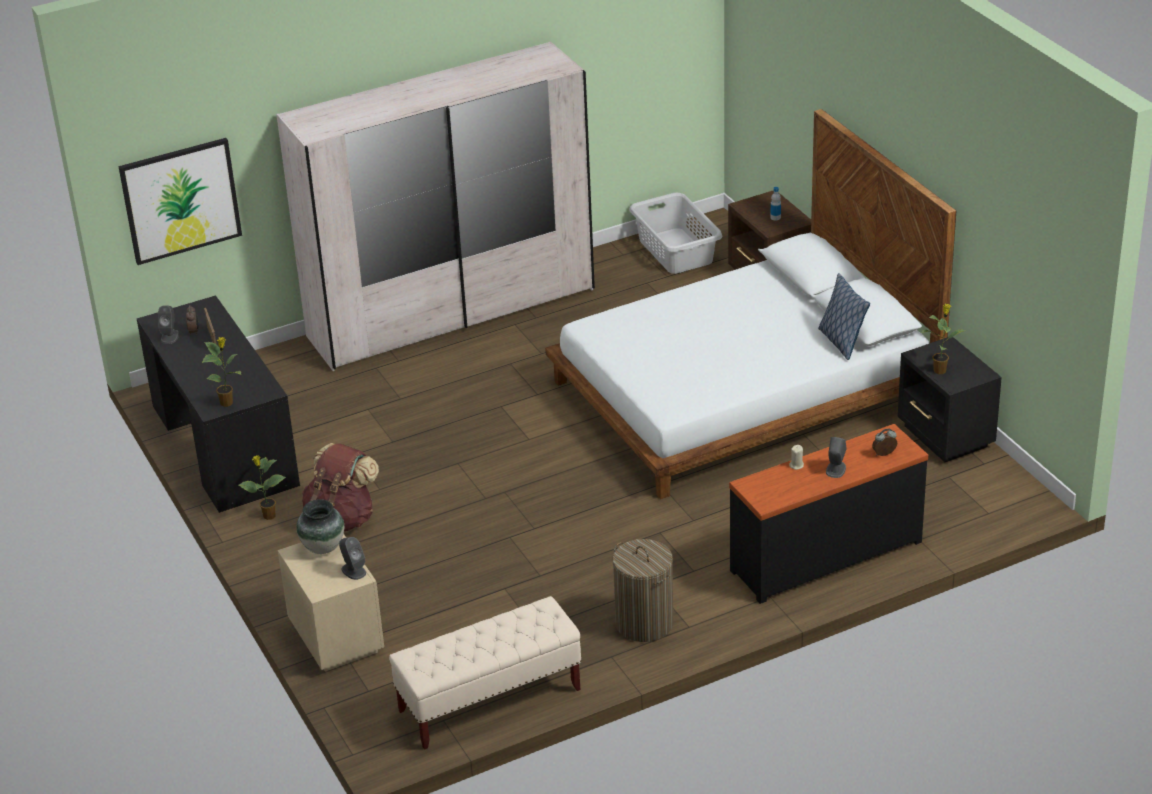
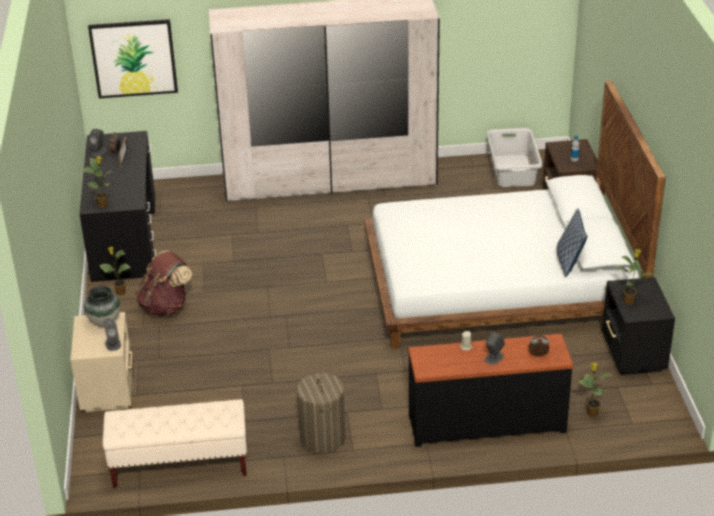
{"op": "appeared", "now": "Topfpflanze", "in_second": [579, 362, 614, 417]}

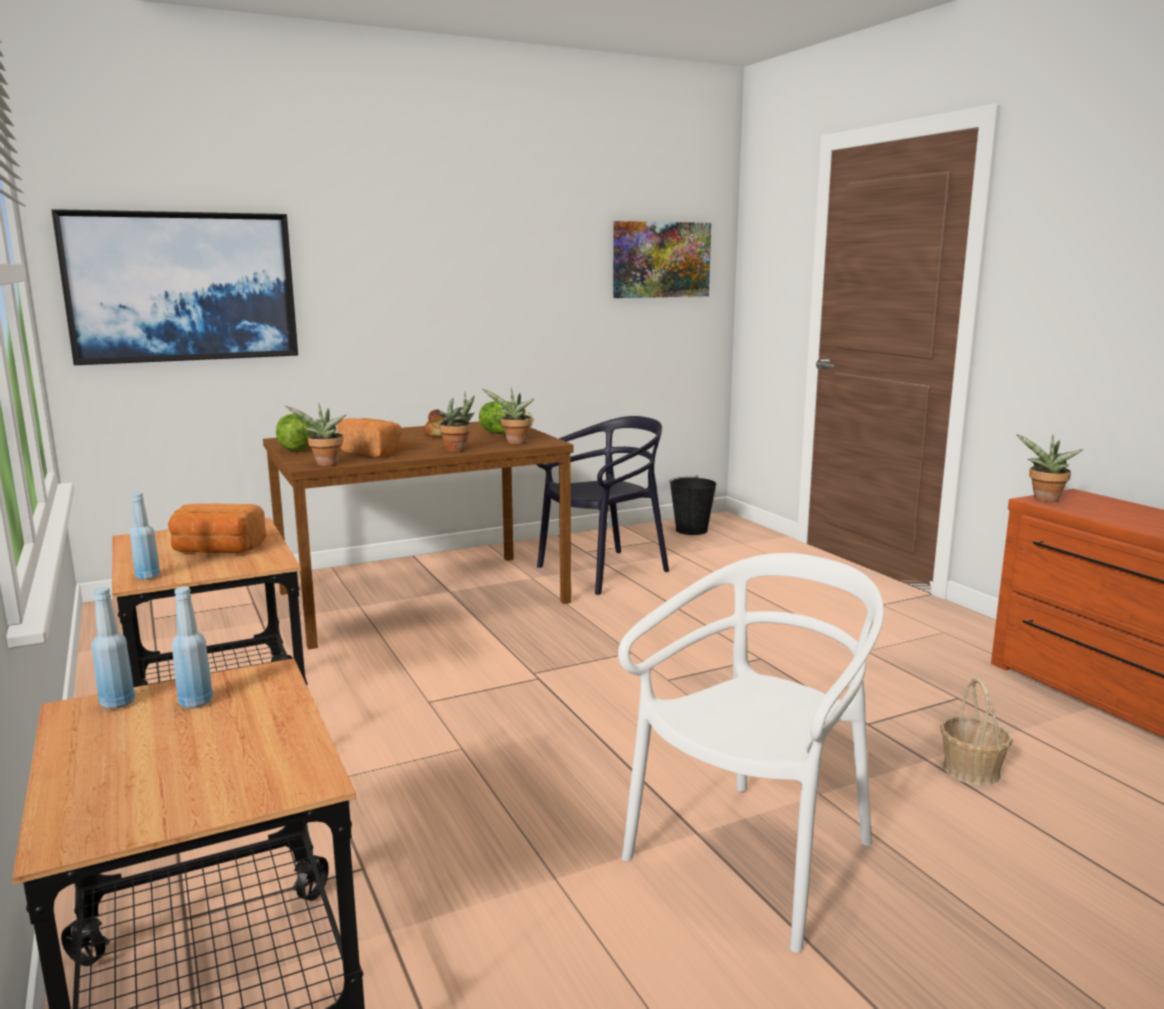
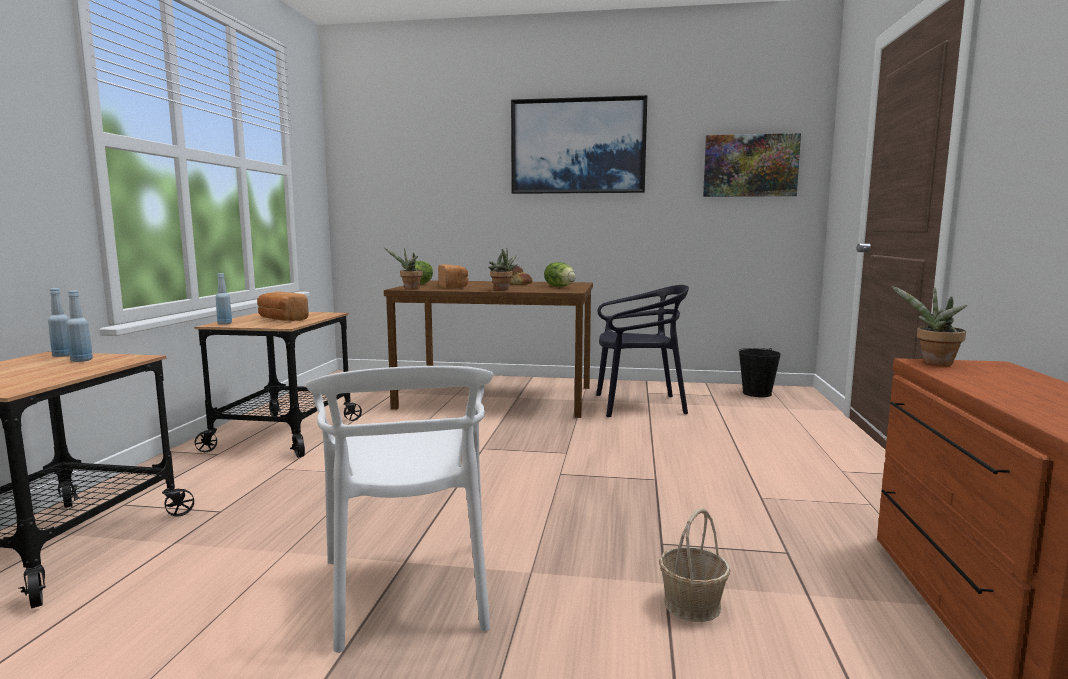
{"op": "spun", "was": "Stuhl [weiß]", "in_first": [618, 553, 884, 953], "in_second": [305, 366, 494, 653], "clockwise": 90}
{"op": "relocated", "was": "Bild", "in_first": [51, 209, 298, 365], "in_second": [511, 95, 647, 194]}
{"op": "missing", "was": "Topfpflanze", "in_first": [482, 388, 534, 444]}

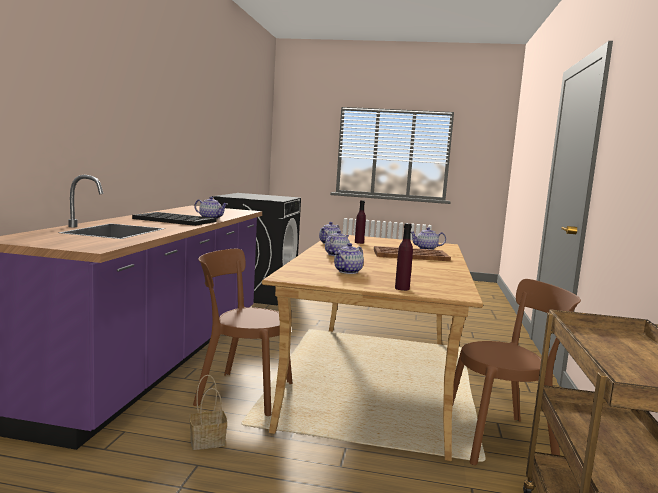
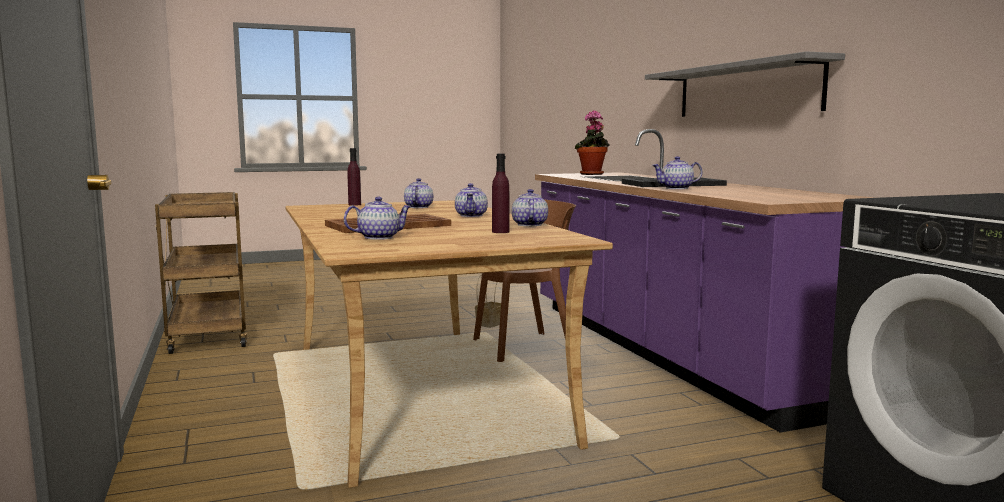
{"op": "appeared", "now": "Topfpflanze", "in_second": [575, 110, 610, 175]}
{"op": "appeared", "now": "Wandregal [grau]", "in_second": [645, 51, 845, 117]}
{"op": "missing", "was": "Stuhl [braun]", "in_first": [452, 279, 581, 465]}

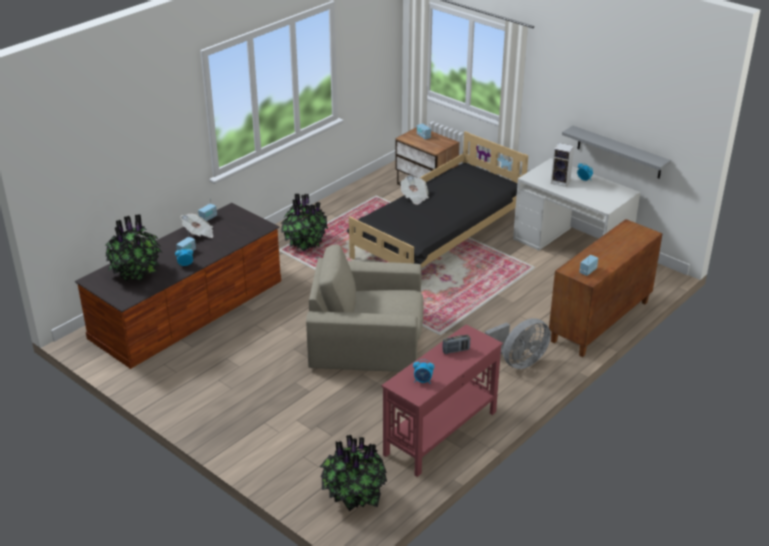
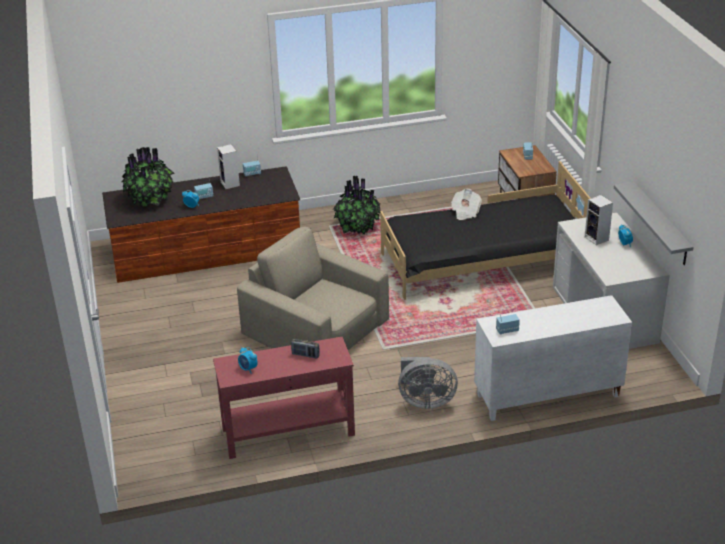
{"op": "exchanged", "was": "Zeitung", "now": "Lautsprecher", "in_first": [180, 214, 213, 238], "in_second": [217, 144, 240, 189]}
{"op": "colour", "was": "Schrank [braun]", "now": "Schrank [weiß]", "in_first": [549, 219, 662, 357], "in_second": [474, 295, 632, 421]}
{"op": "missing", "was": "Topfpflanze", "in_first": [320, 435, 387, 512]}

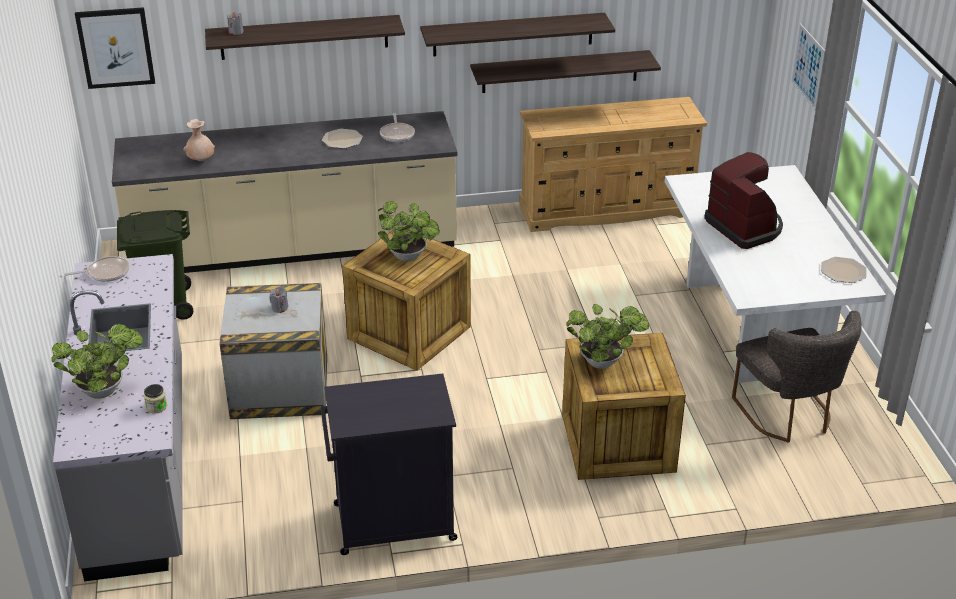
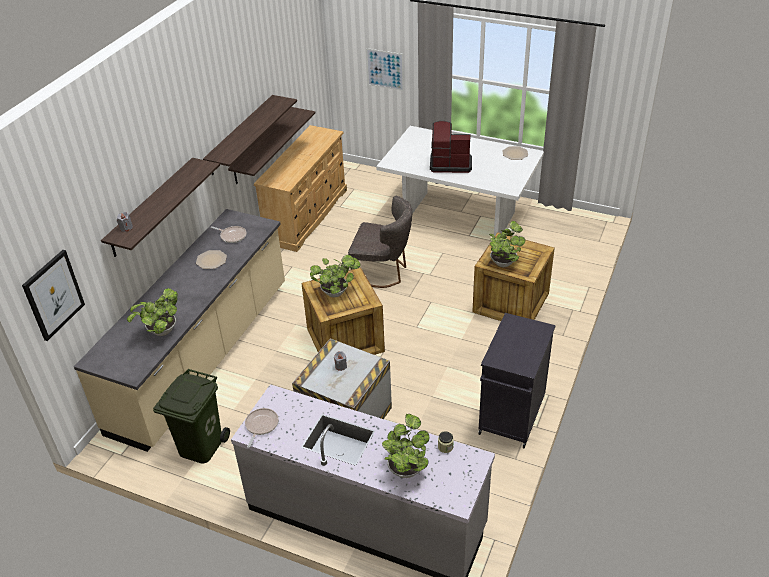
{"op": "exchanged", "was": "Vase [beige]", "now": "Topfpflanze", "in_first": [183, 119, 215, 161], "in_second": [127, 288, 178, 336]}
{"op": "relocated", "was": "Stuhl [grau]", "in_first": [732, 311, 862, 443], "in_second": [348, 196, 412, 288]}

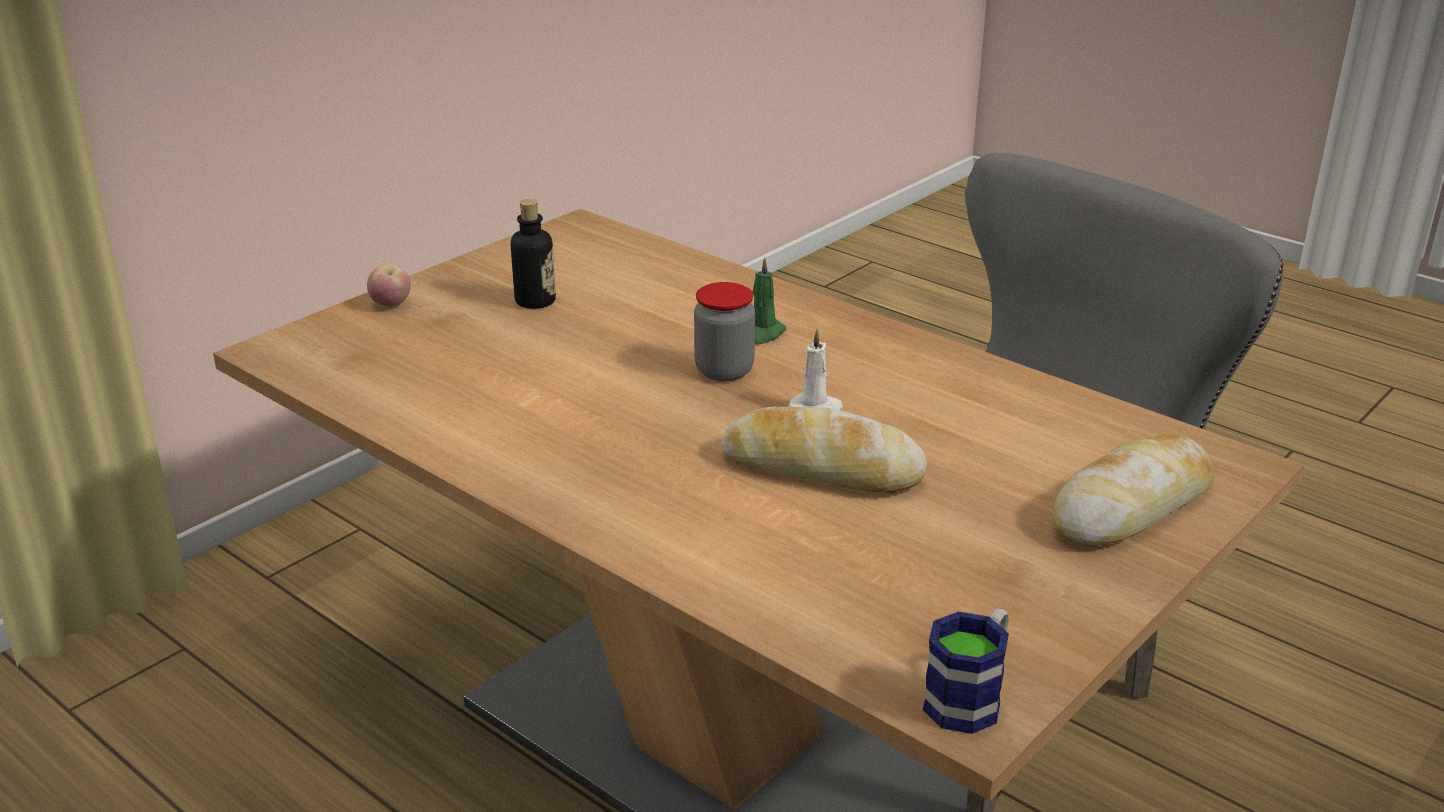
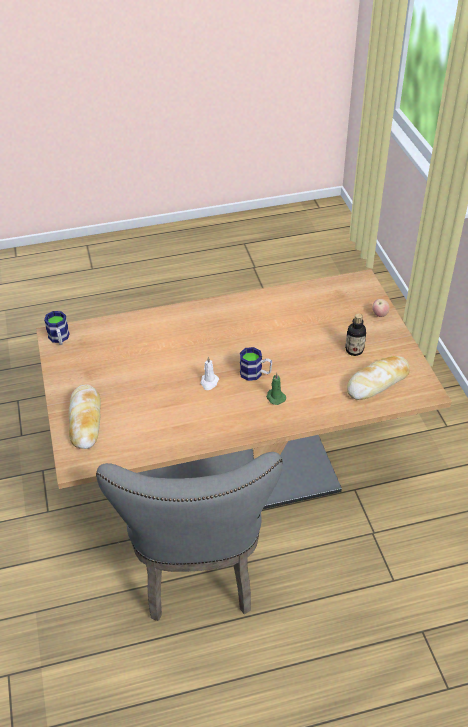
{"op": "exchanged", "was": "Vorratsglas", "now": "Henkelbecher", "in_first": [694, 282, 755, 381], "in_second": [240, 347, 272, 381]}
{"op": "relocated", "was": "Brot", "in_first": [721, 407, 927, 493], "in_second": [347, 356, 410, 400]}

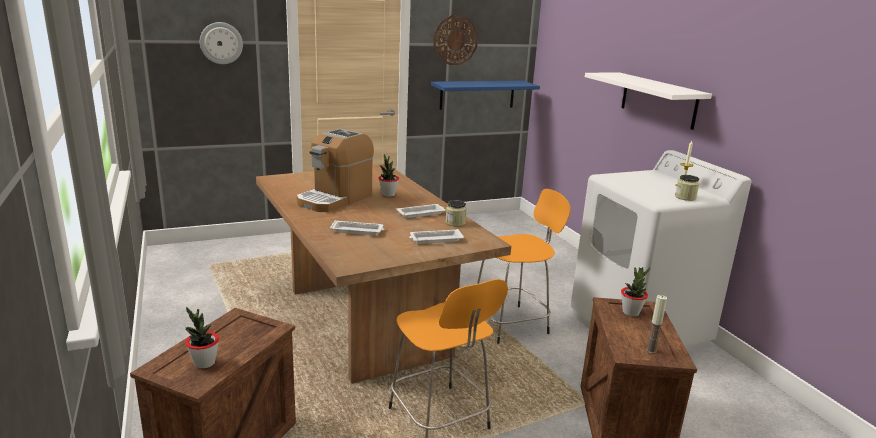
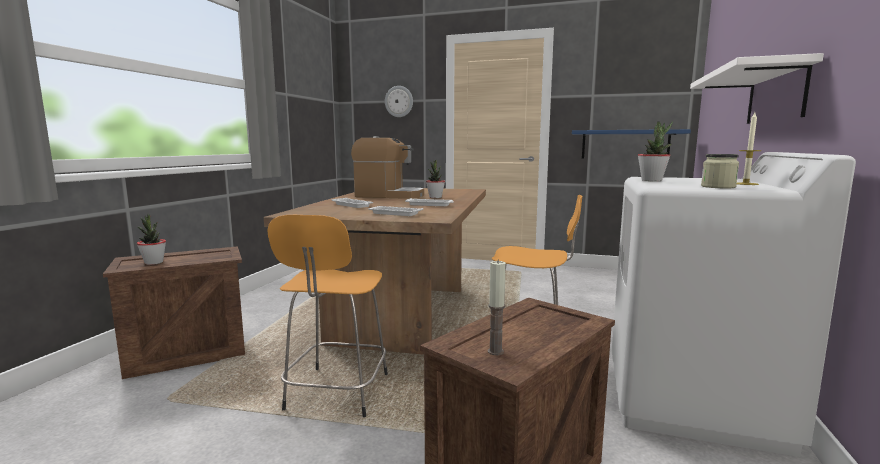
{"op": "spun", "was": "Kaffeemaschine", "in_first": [297, 129, 374, 212], "in_second": [351, 136, 424, 199], "clockwise": -150}
{"op": "relocated", "was": "Topfpflanze", "in_first": [621, 267, 650, 317], "in_second": [638, 121, 673, 181]}
{"op": "missing", "was": "Wanduhr", "in_first": [433, 15, 478, 65]}
{"op": "missing", "was": "Vorratsglas", "in_first": [446, 200, 467, 226]}

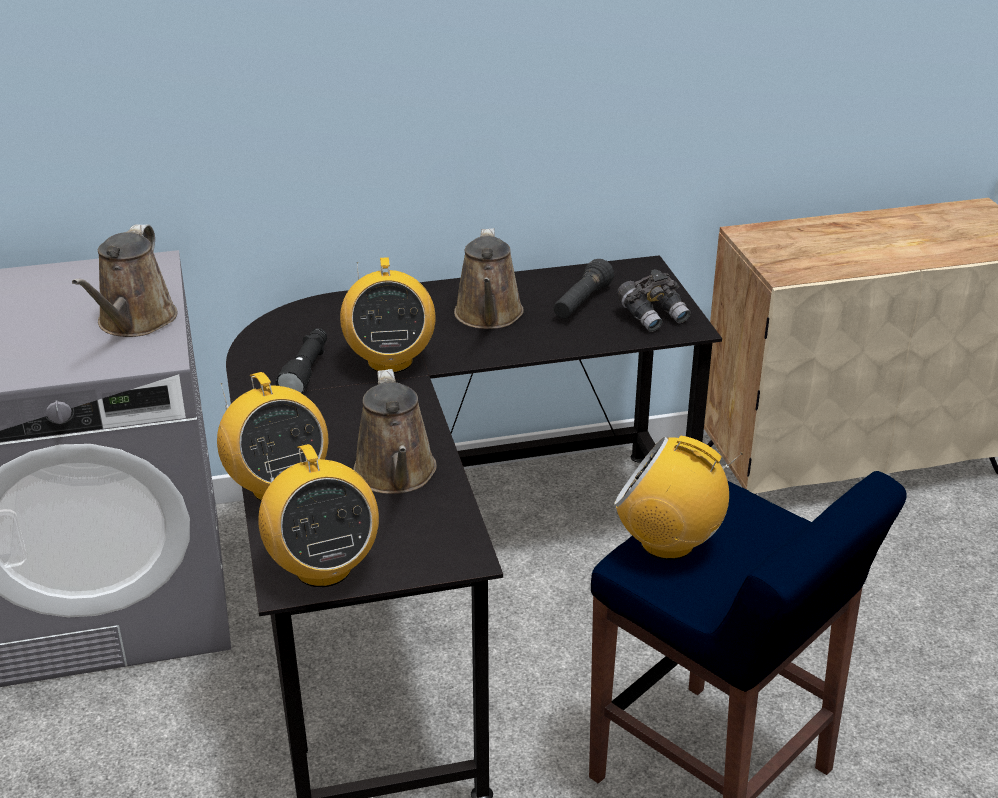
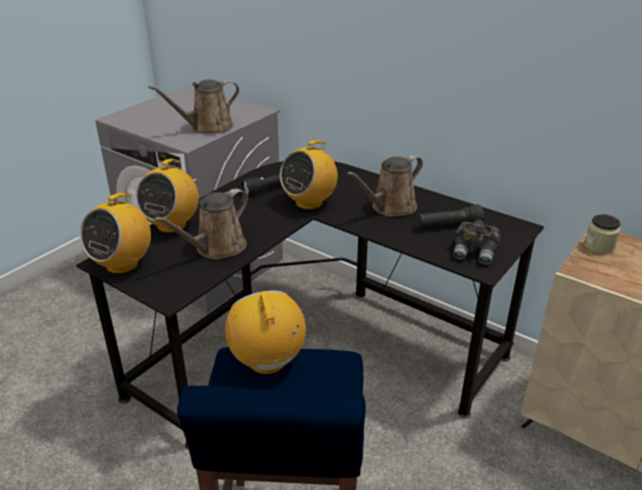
{"op": "appeared", "now": "Vorratsglas", "in_second": [584, 214, 620, 254]}

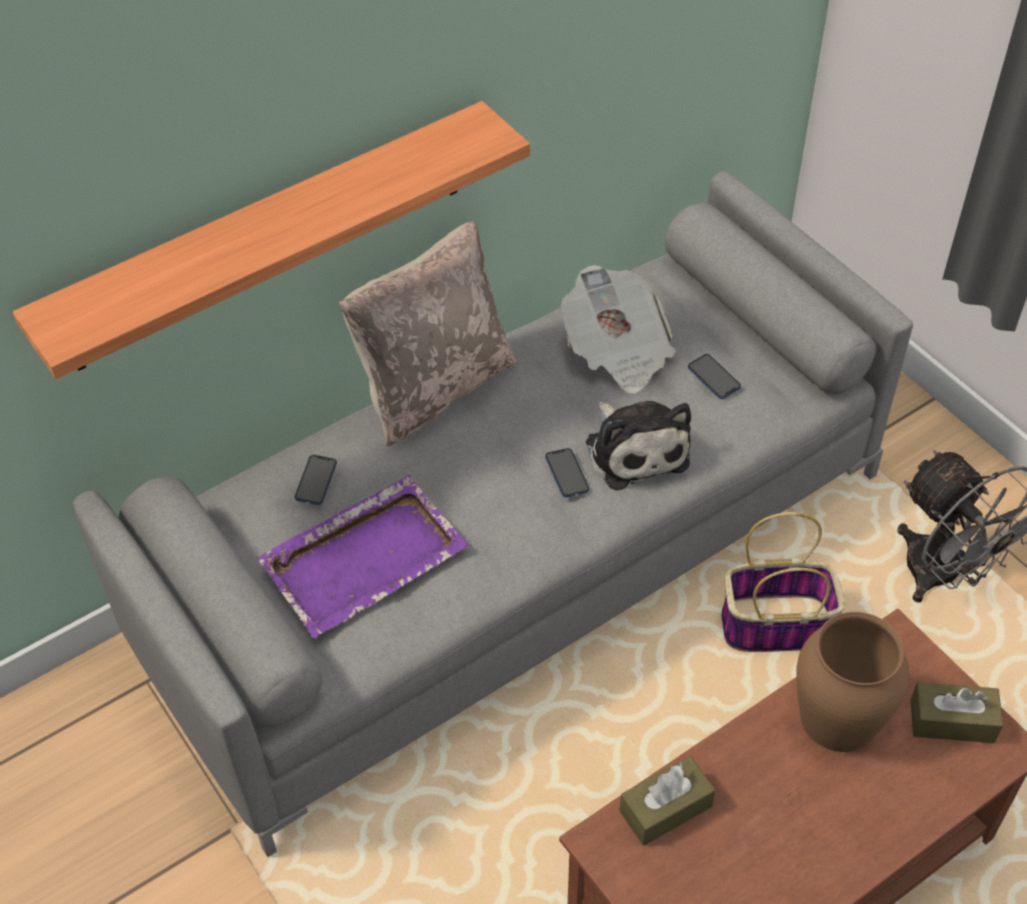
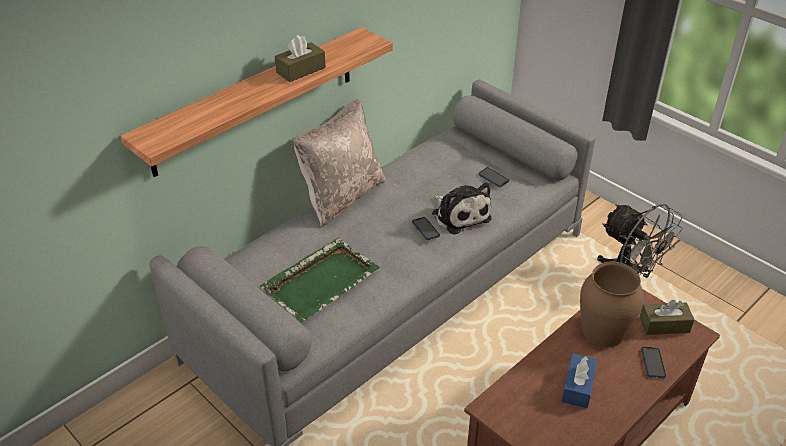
{"op": "colour", "was": "Tablett [lila]", "now": "Tablett [grün]", "in_first": [258, 475, 468, 638], "in_second": [260, 237, 380, 323]}
{"op": "relocated", "was": "Taschentuchbox [braun]", "in_first": [619, 756, 715, 846], "in_second": [275, 35, 326, 82]}
{"op": "appeared", "now": "Taschentuchbox [blau]", "in_second": [561, 353, 598, 408]}
{"op": "relocated", "was": "Handy", "in_first": [295, 455, 337, 505], "in_second": [641, 347, 666, 378]}
{"op": "missing", "was": "Zeitung", "in_first": [561, 265, 676, 393]}
{"op": "missing", "was": "Korb", "in_first": [722, 512, 845, 652]}

